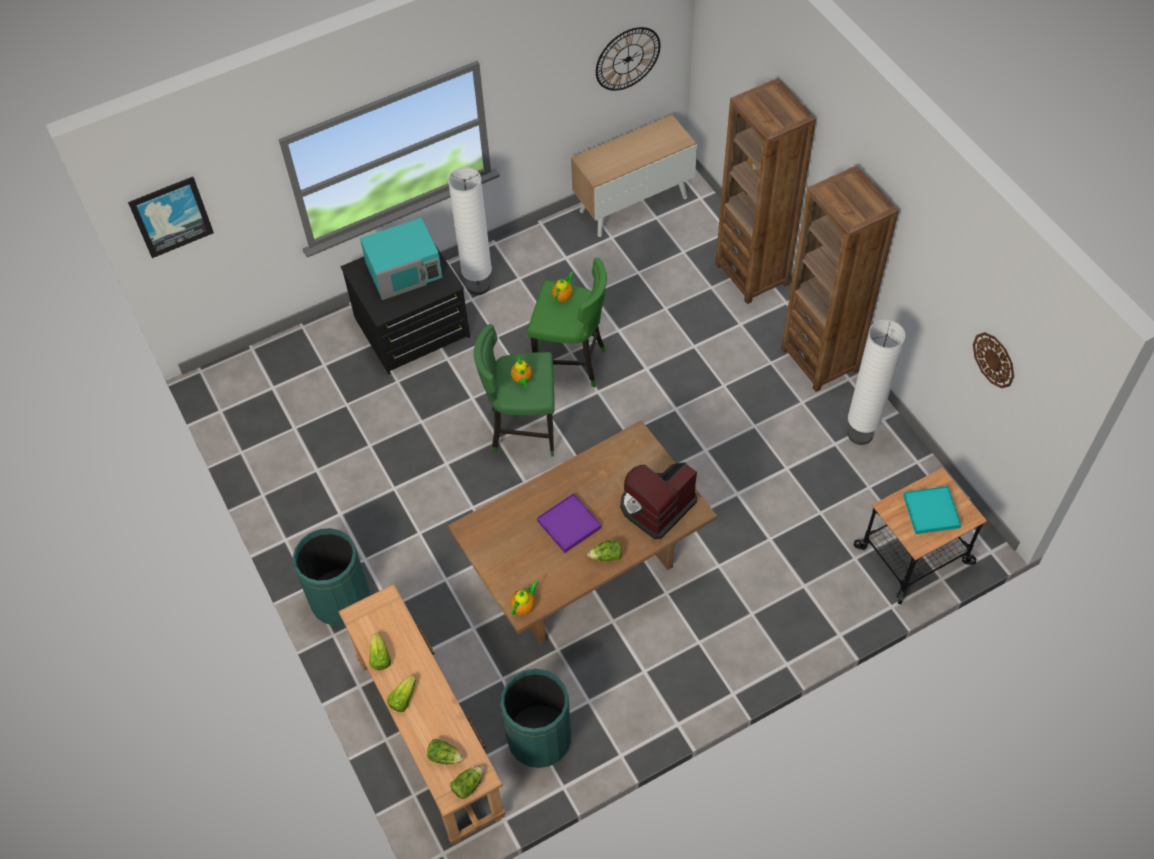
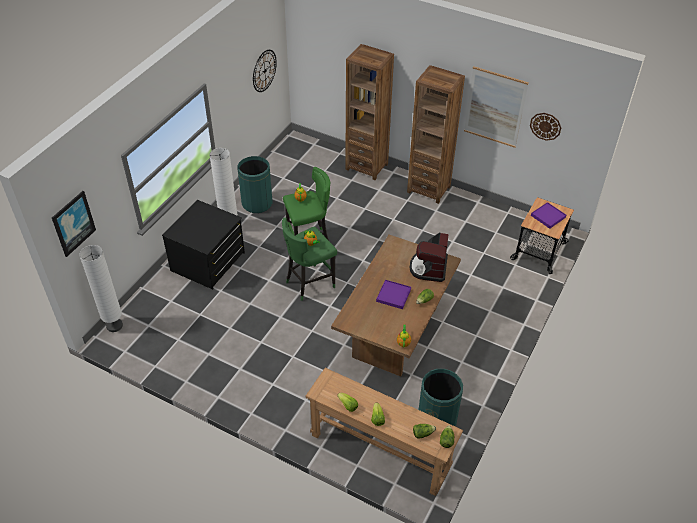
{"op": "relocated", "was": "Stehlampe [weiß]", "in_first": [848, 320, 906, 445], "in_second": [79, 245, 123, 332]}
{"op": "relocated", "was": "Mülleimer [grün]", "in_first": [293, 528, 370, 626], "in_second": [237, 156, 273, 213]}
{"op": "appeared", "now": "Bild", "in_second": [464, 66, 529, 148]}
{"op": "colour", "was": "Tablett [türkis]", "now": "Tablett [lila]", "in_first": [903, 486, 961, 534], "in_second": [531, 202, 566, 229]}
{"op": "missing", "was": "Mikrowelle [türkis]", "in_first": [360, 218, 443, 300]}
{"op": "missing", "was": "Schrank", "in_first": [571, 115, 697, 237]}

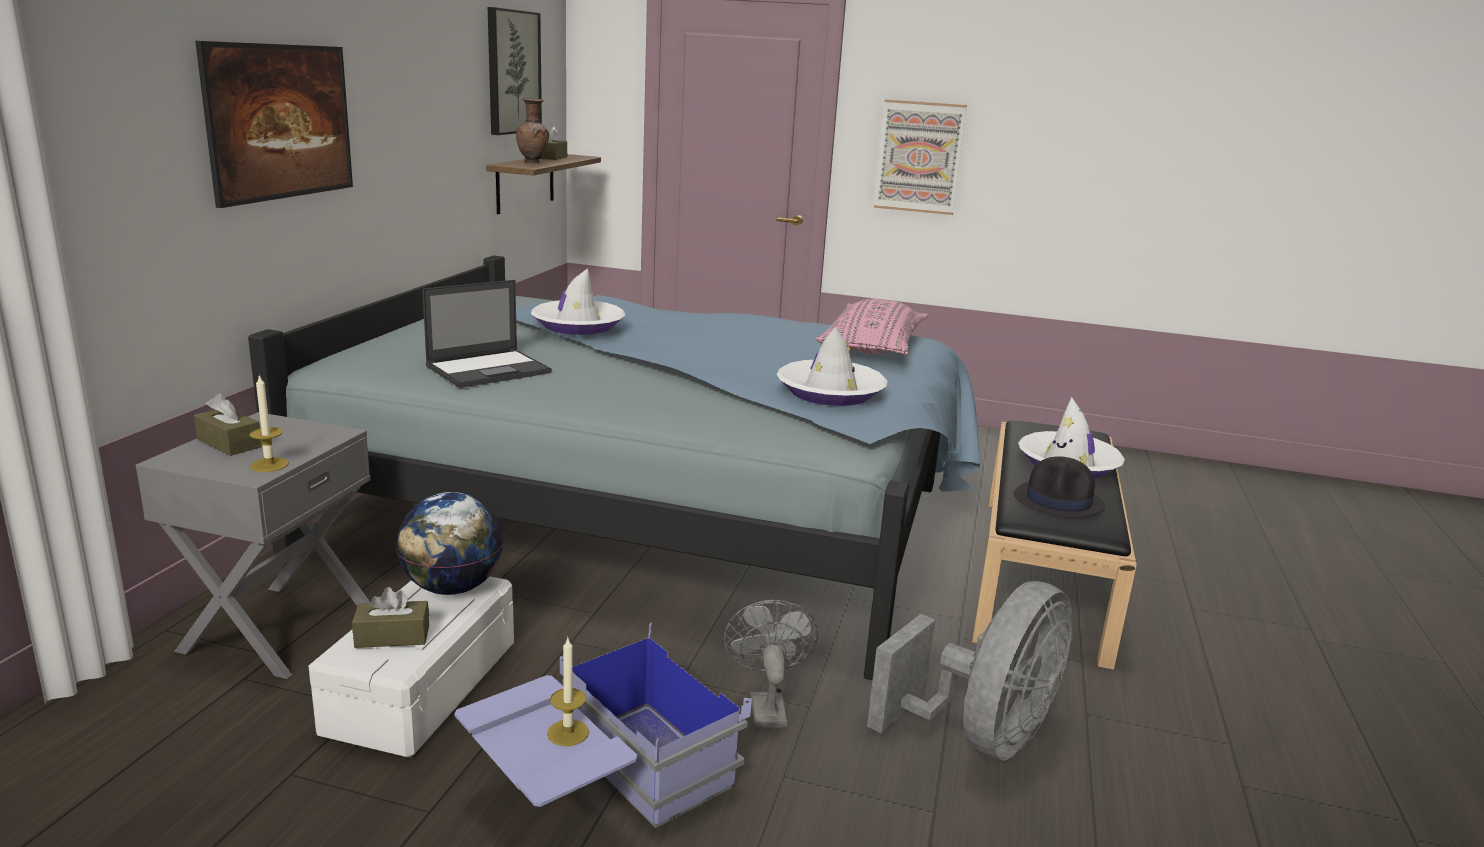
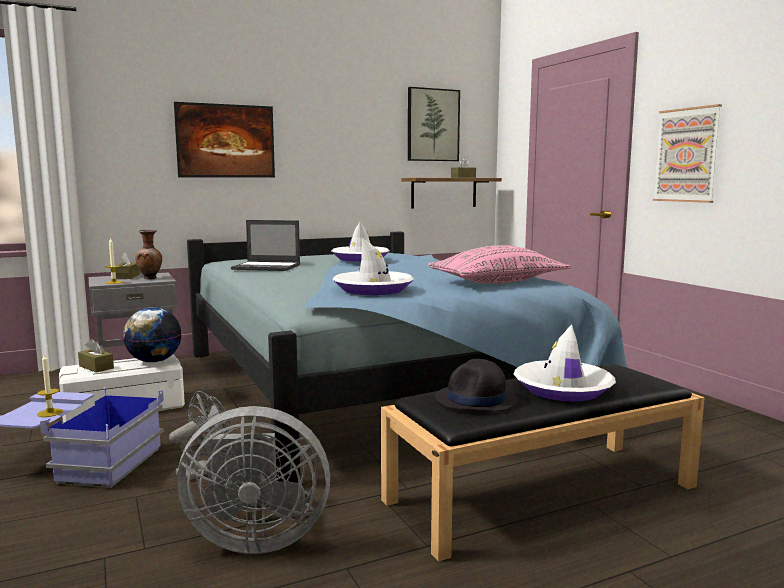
{"op": "relocated", "was": "Vase [braun]", "in_first": [516, 98, 549, 164], "in_second": [135, 230, 162, 279]}

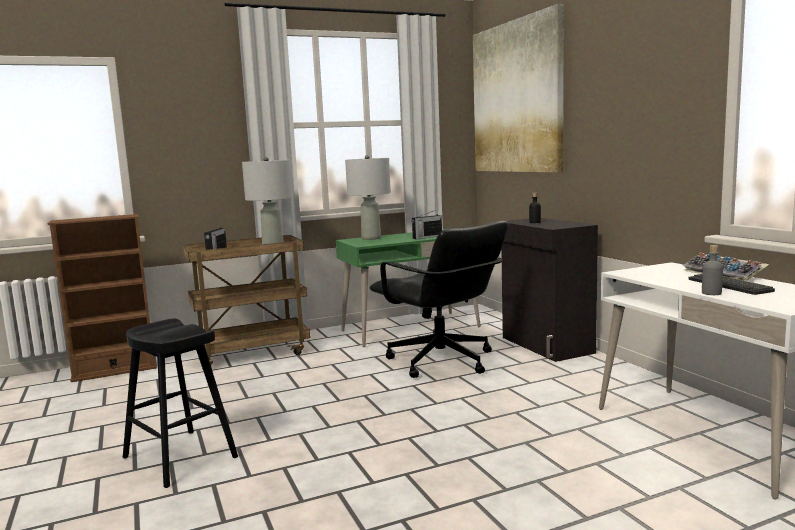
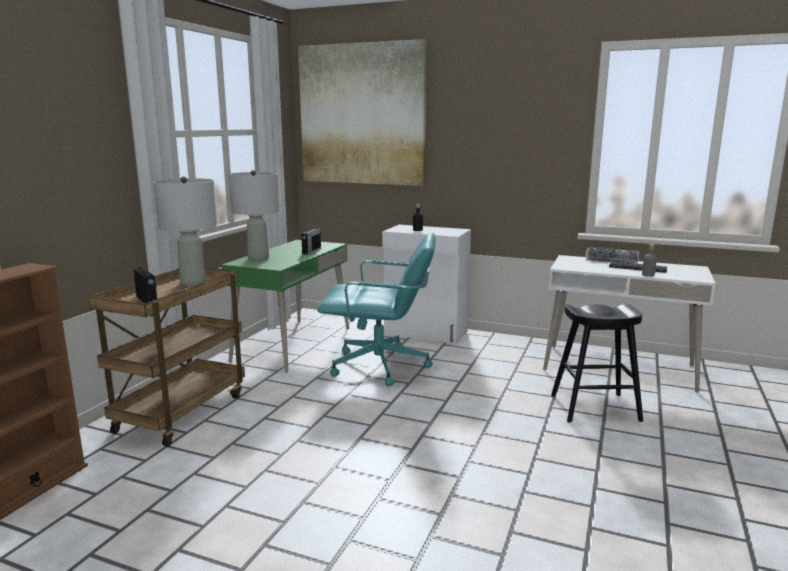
{"op": "colour", "was": "Bürostuhl [schwarz]", "now": "Bürostuhl [türkis]", "in_first": [370, 221, 508, 378], "in_second": [317, 233, 436, 386]}
{"op": "colour", "was": "Schrank [schwarz]", "now": "Schrank [weiß]", "in_first": [501, 218, 598, 362], "in_second": [382, 225, 471, 344]}
{"op": "relocated", "was": "Hocker [schwarz]", "in_first": [123, 318, 238, 488], "in_second": [551, 304, 643, 423]}

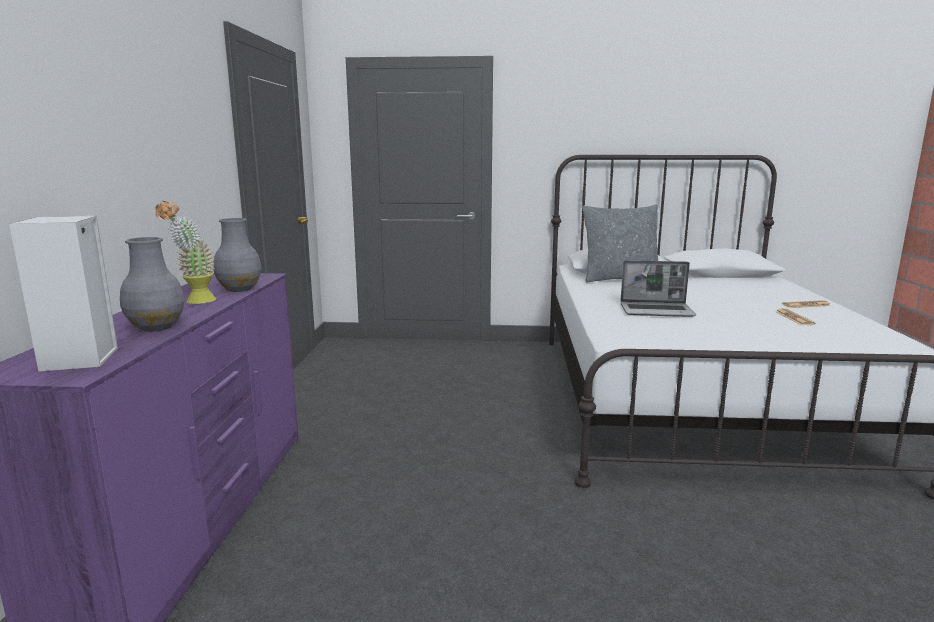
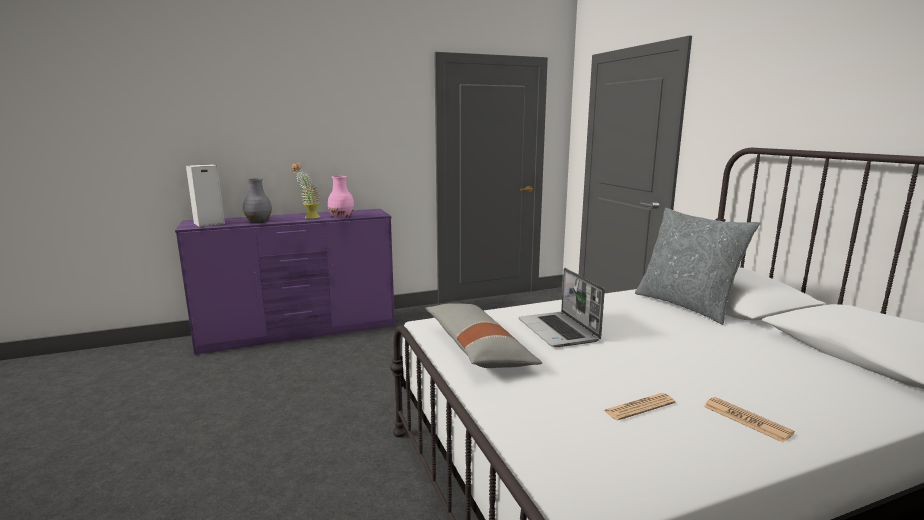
{"op": "colour", "was": "Vase [grau]", "now": "Vase [rosa]", "in_first": [213, 218, 262, 292], "in_second": [328, 176, 354, 218]}
{"op": "appeared", "now": "Kissen [grau]", "in_second": [425, 303, 542, 368]}

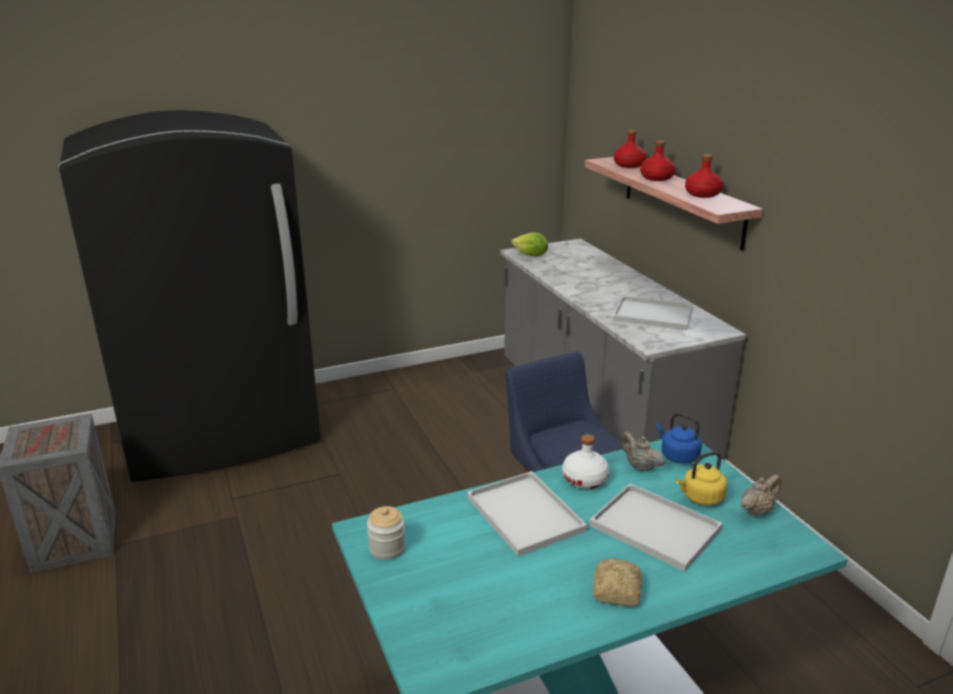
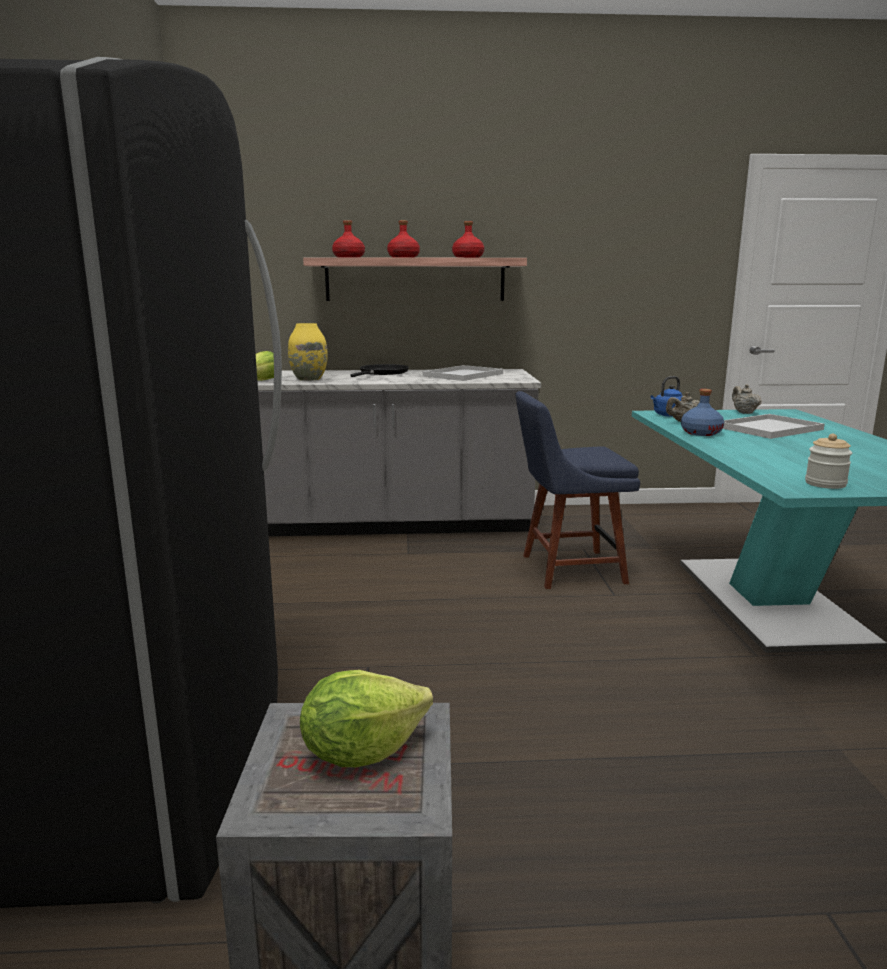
{"op": "appeared", "now": "Vase [gelb]", "in_second": [288, 323, 328, 381]}
{"op": "appeared", "now": "Salatkopf", "in_second": [300, 670, 433, 767]}
{"op": "appeared", "now": "Pfanne [schwarz]", "in_second": [350, 364, 409, 377]}
{"op": "colour", "was": "Flasche [weiß]", "now": "Flasche [blau]", "in_first": [562, 434, 609, 489], "in_second": [681, 389, 724, 436]}
{"op": "missing", "was": "Tablett [weiß]", "in_first": [467, 471, 587, 557]}
{"op": "missing", "was": "Brot", "in_first": [593, 558, 642, 606]}
{"op": "missing", "was": "Wasserkessel [gelb]", "in_first": [676, 452, 728, 506]}

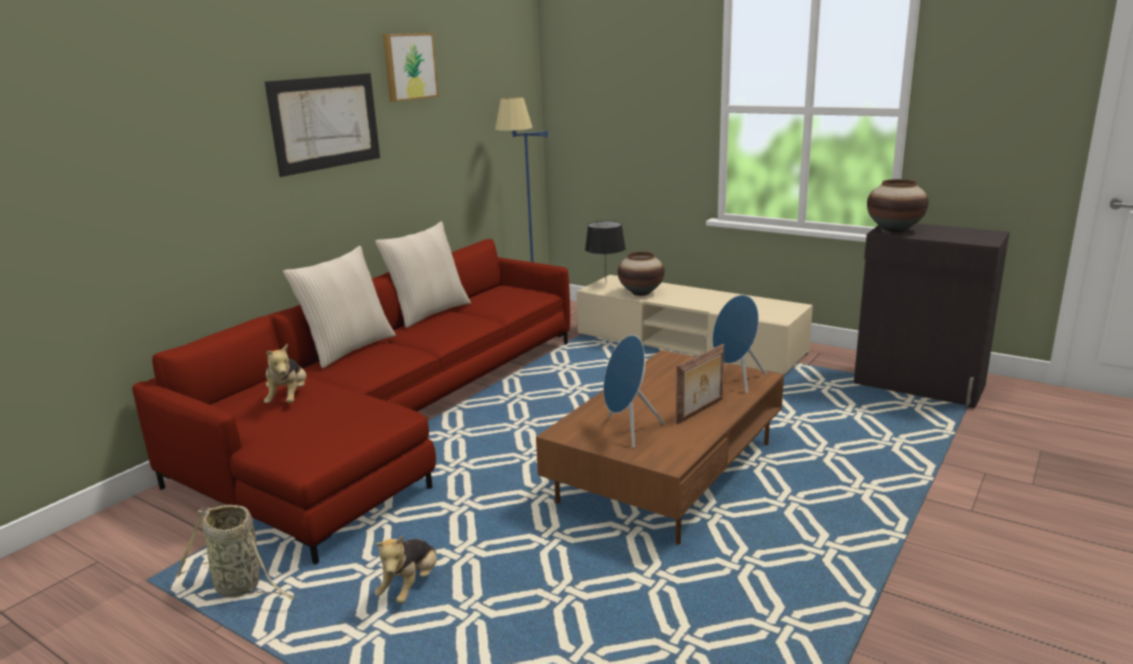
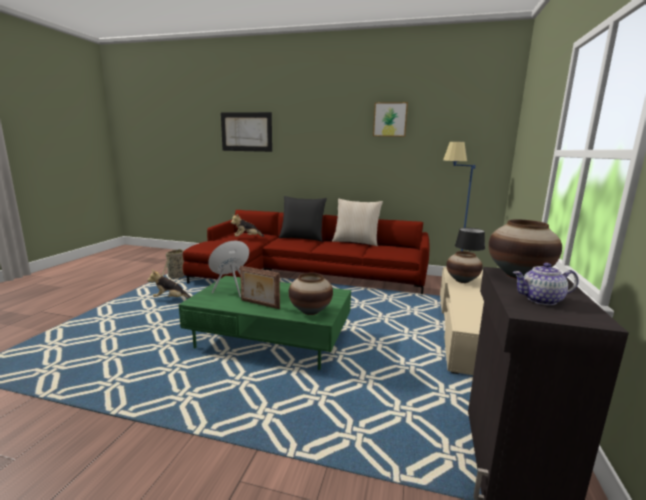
{"op": "colour", "was": "Couchtisch [braun]", "now": "Couchtisch [grün]", "in_first": [536, 350, 784, 545], "in_second": [179, 276, 351, 370]}
{"op": "relocated", "was": "Bild", "in_first": [265, 73, 380, 177], "in_second": [221, 112, 272, 152]}
{"op": "colour", "was": "Kissen [beige]", "now": "Kissen [schwarz]", "in_first": [283, 246, 396, 368], "in_second": [279, 196, 327, 242]}
{"op": "exchanged", "was": "Lautsprecher [blau]", "now": "Vase", "in_first": [712, 295, 767, 394], "in_second": [289, 273, 333, 315]}
{"op": "appeared", "now": "Teekanne", "in_second": [513, 263, 579, 305]}

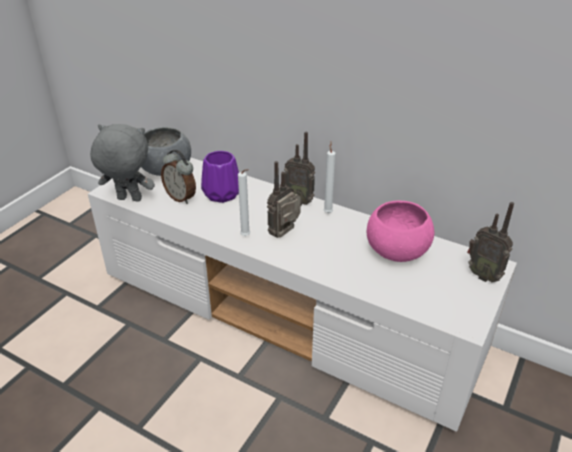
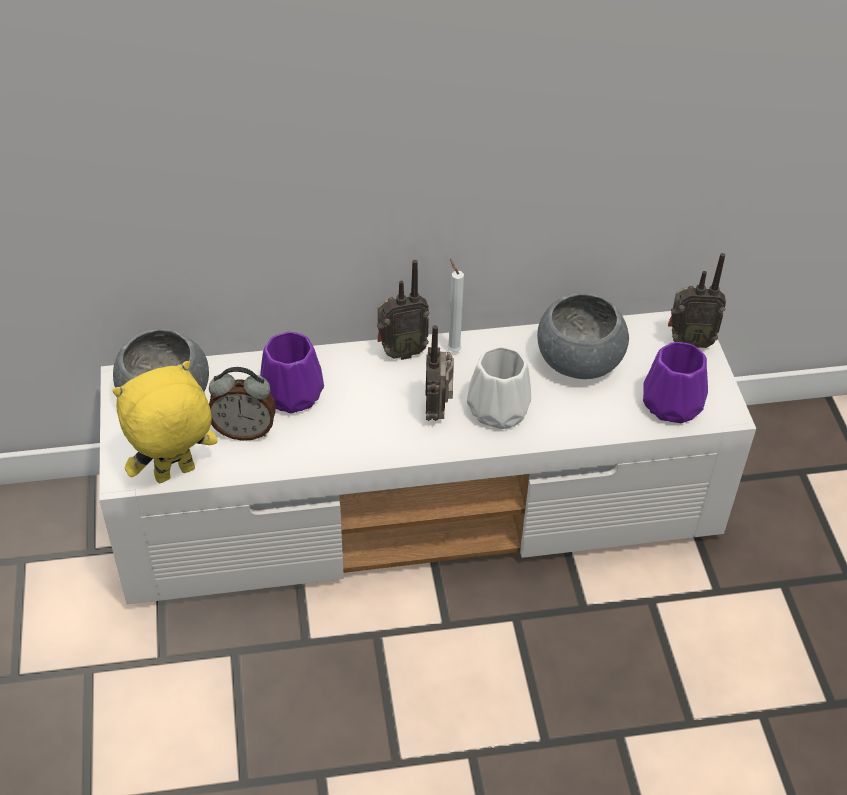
{"op": "colour", "was": "Plüschtier [grau]", "now": "Plüschtier [gelb]", "in_first": [90, 124, 155, 201], "in_second": [112, 361, 218, 483]}
{"op": "appeared", "now": "Vase [weiß]", "in_second": [467, 347, 531, 429]}
{"op": "colour", "was": "Schüssel [rosa]", "now": "Schüssel [grau]", "in_first": [367, 200, 434, 262], "in_second": [537, 293, 629, 379]}
{"op": "appeared", "now": "Vase [lila]", "in_second": [643, 342, 708, 423]}
{"op": "missing", "was": "Kerze [weiß]", "in_first": [238, 169, 250, 236]}

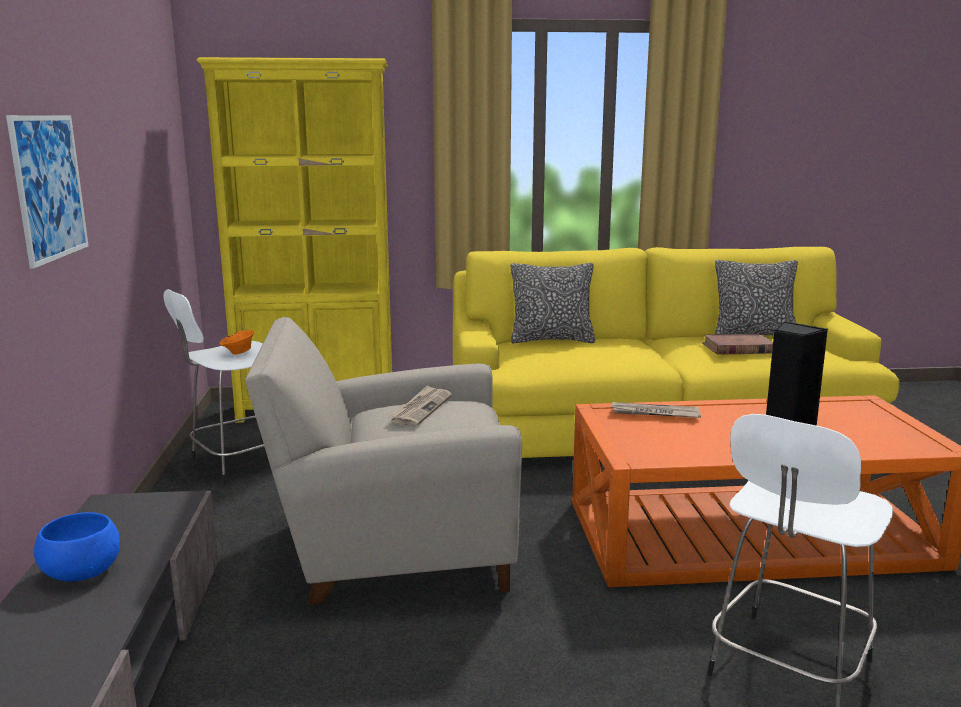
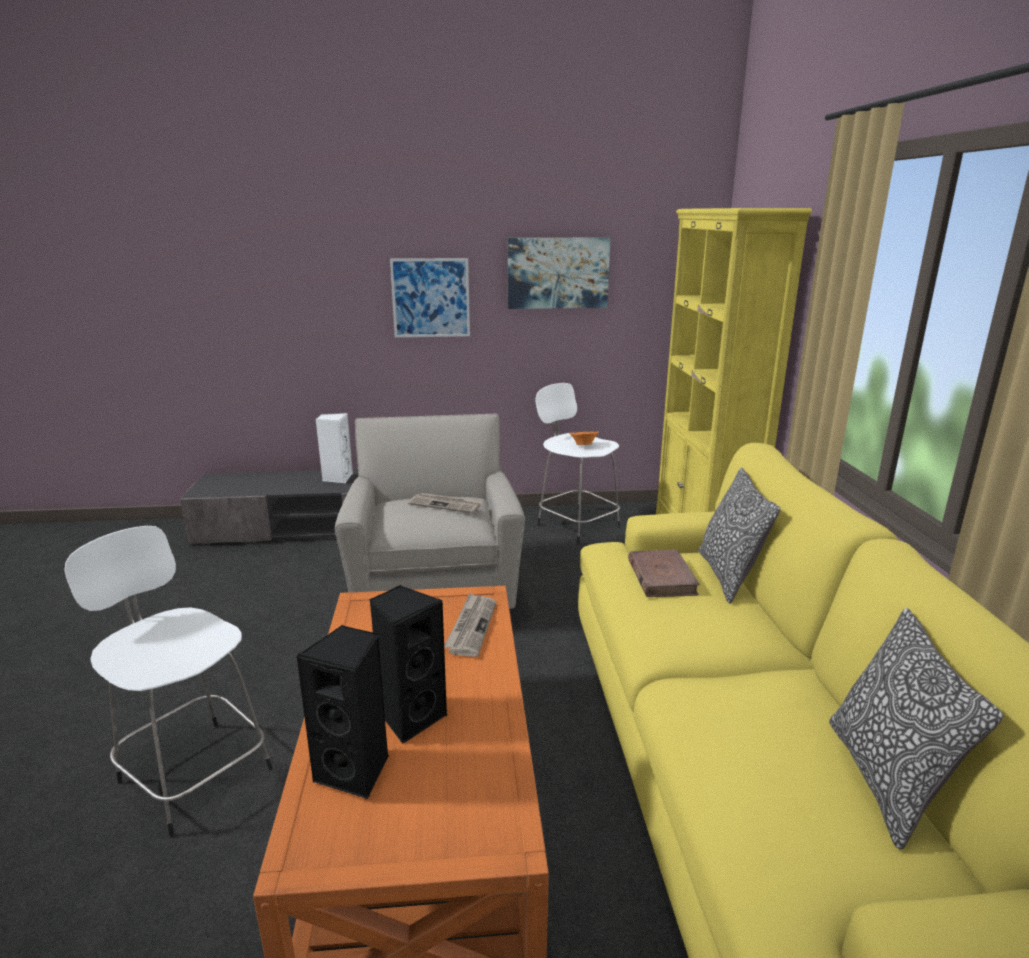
{"op": "appeared", "now": "Lautsprecher [schwarz]", "in_second": [296, 625, 389, 799]}
{"op": "exchanged", "was": "Schüssel [blau]", "now": "Lautsprecher [weiß]", "in_first": [34, 512, 120, 582], "in_second": [316, 413, 353, 483]}
{"op": "appeared", "now": "Bild", "in_second": [508, 238, 611, 309]}
{"op": "relocated", "was": "Buch [braun]", "in_first": [702, 334, 773, 355], "in_second": [628, 550, 700, 597]}

